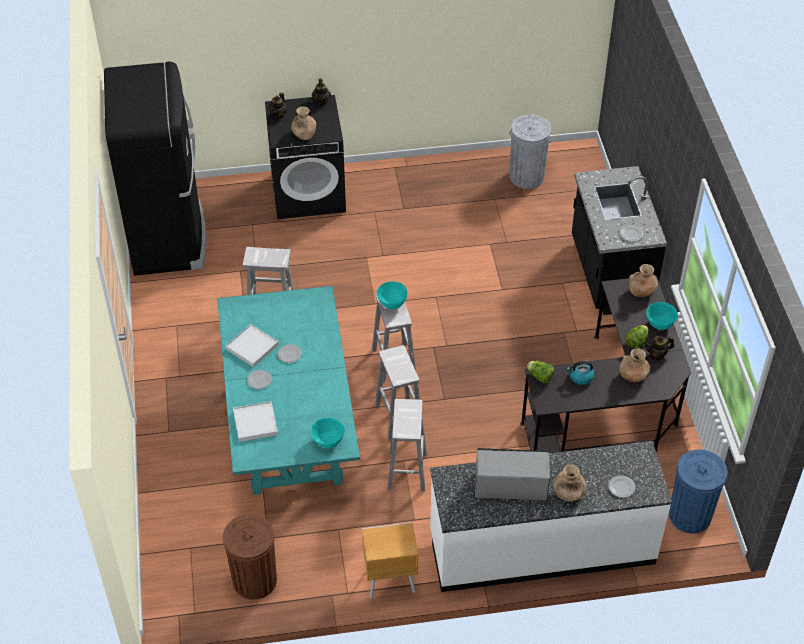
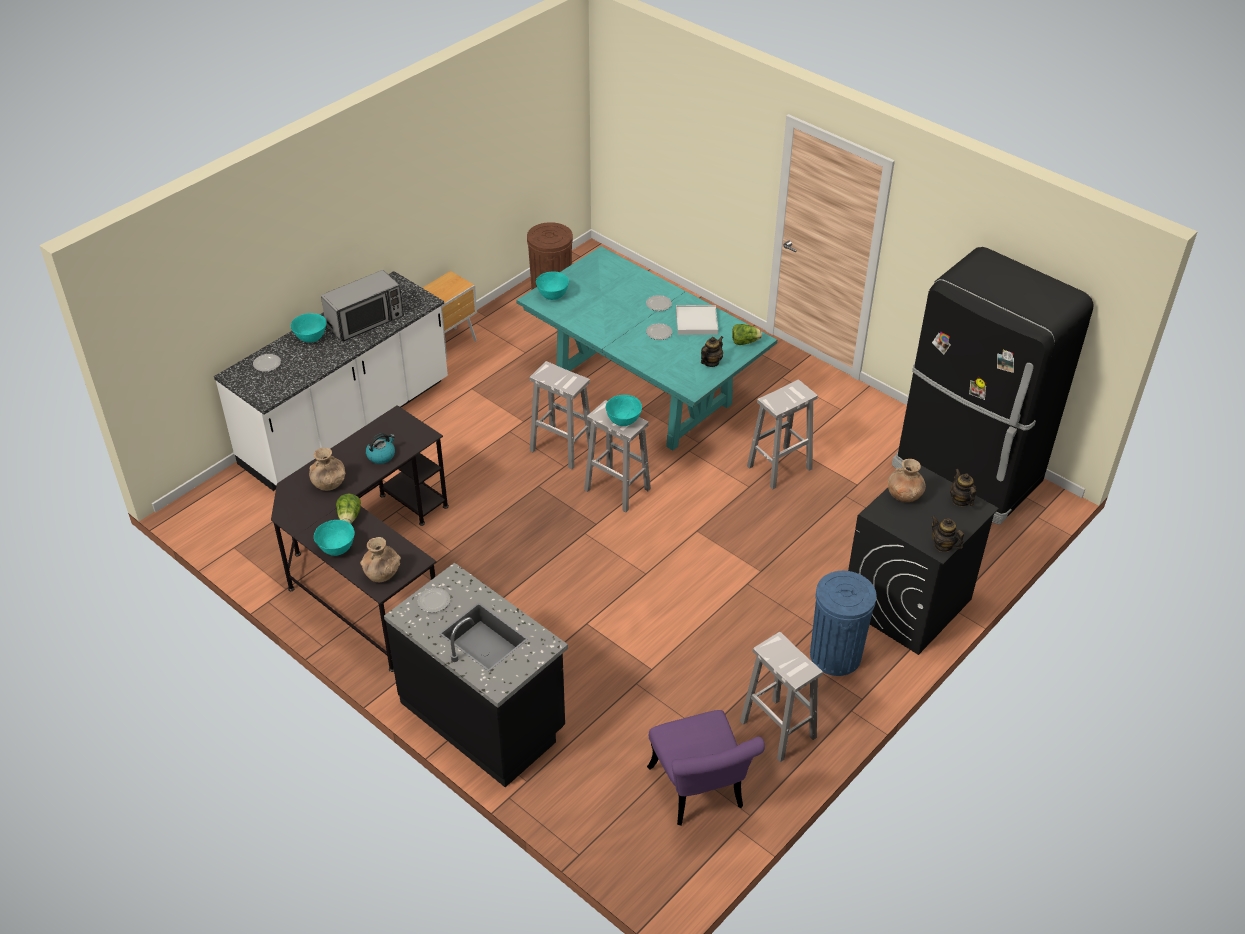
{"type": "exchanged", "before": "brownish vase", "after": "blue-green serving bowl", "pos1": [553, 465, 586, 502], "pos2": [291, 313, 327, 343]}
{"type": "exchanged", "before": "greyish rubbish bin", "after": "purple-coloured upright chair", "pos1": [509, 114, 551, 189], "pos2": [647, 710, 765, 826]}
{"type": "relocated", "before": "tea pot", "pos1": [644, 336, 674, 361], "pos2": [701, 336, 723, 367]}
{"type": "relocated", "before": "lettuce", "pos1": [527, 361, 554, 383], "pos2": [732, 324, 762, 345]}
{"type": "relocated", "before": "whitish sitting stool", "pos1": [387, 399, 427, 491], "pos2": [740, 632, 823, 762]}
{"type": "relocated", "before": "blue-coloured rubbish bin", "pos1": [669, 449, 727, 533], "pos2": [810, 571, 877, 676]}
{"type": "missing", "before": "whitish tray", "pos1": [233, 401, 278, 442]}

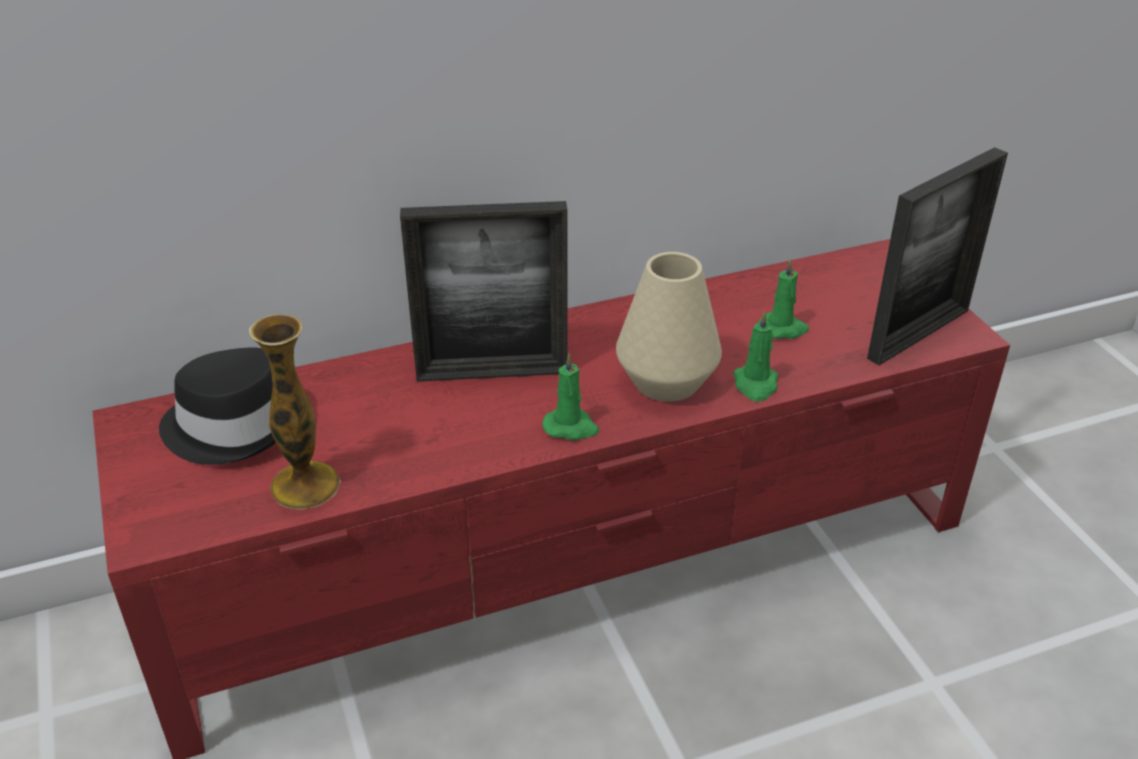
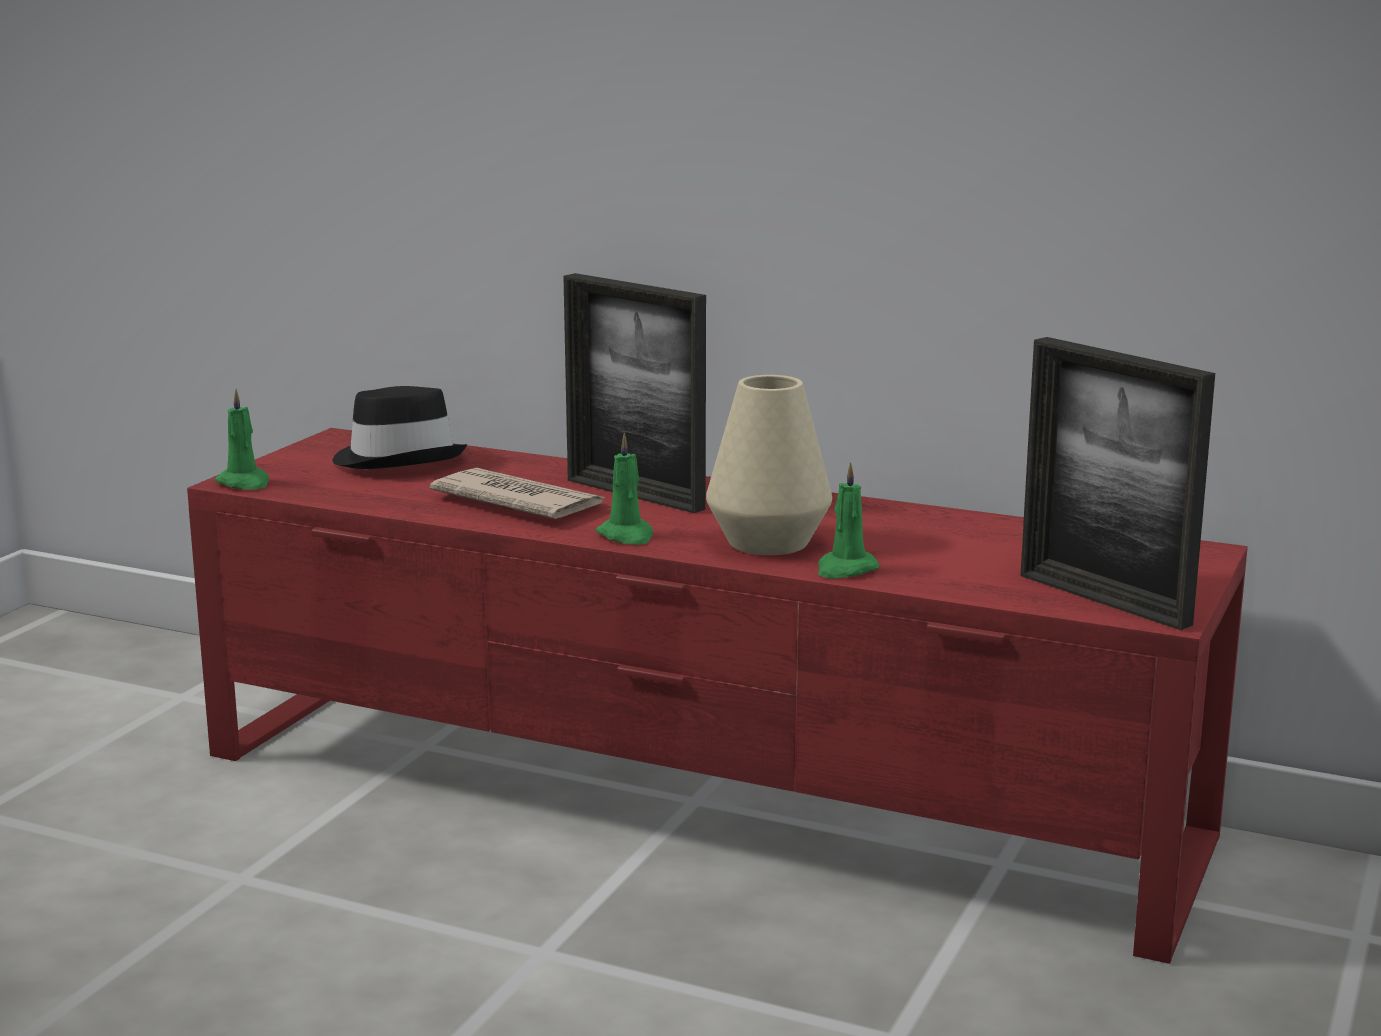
{"type": "relocated", "before": "green candle", "pos1": [758, 259, 809, 339], "pos2": [215, 389, 269, 490]}
{"type": "appeared", "after": "newspaper", "pos2": [430, 468, 605, 519]}
{"type": "spun", "before": "standing frame", "pos1": [867, 147, 1008, 365], "pos2": [1020, 337, 1215, 630], "turn": 45}
{"type": "missing", "before": "vase", "pos1": [249, 314, 341, 510]}

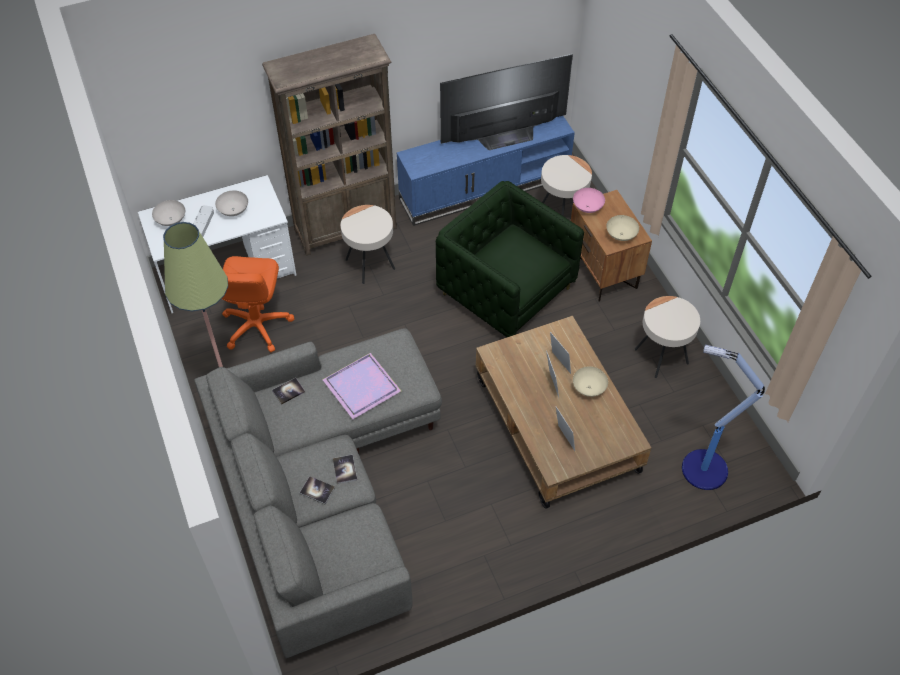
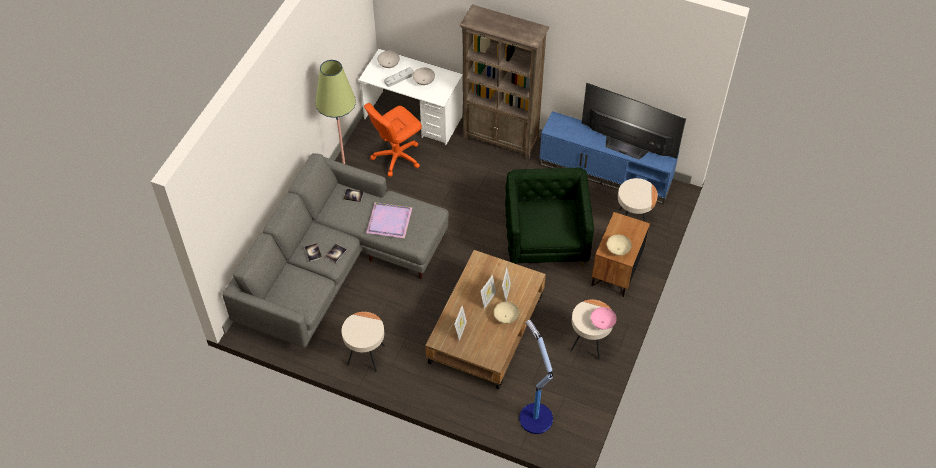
{"type": "relocated", "before": "sand-coloured accent table", "pos1": [341, 205, 395, 284], "pos2": [341, 312, 385, 371]}
{"type": "relocated", "before": "pinkish serving bowl", "pos1": [573, 188, 605, 213], "pos2": [591, 307, 617, 330]}

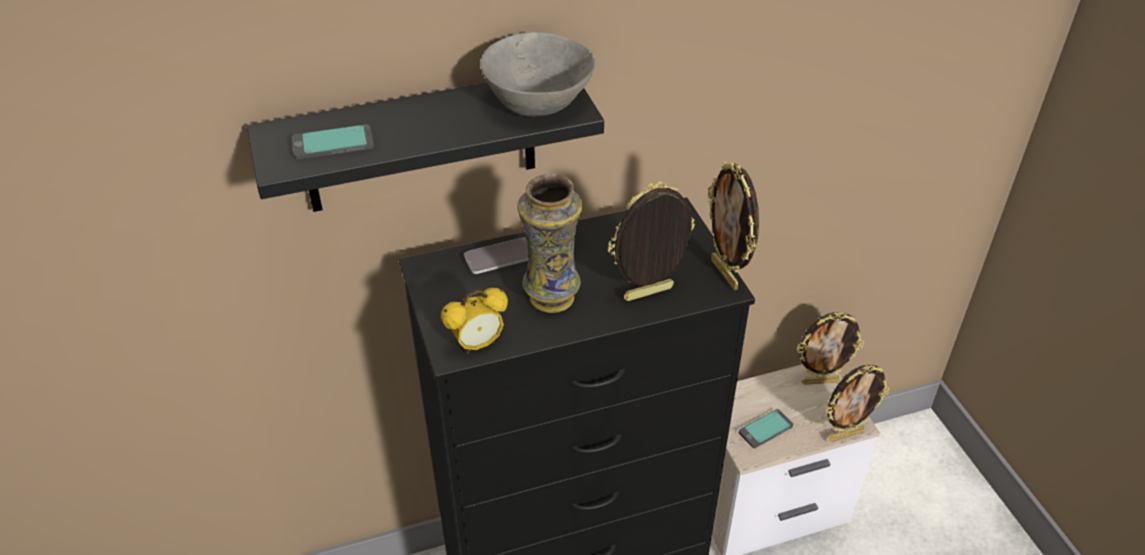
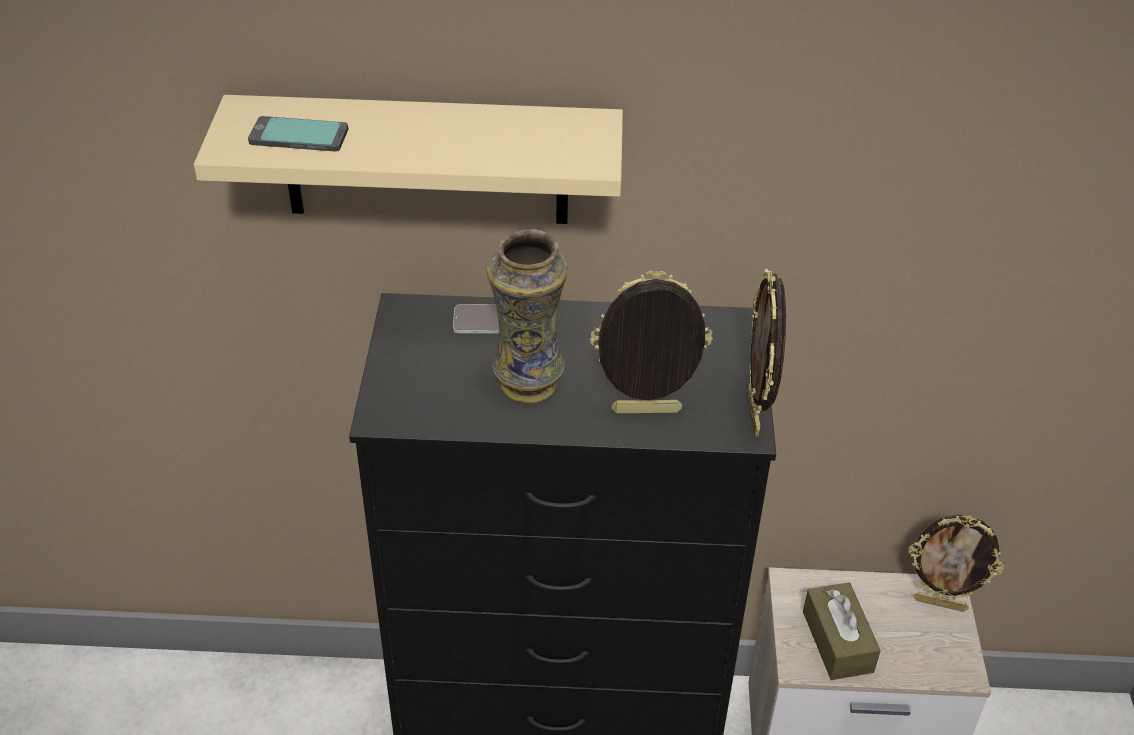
{"type": "colour", "before": "black bracket shelf", "after": "sand-coloured bracket shelf", "pos1": [247, 83, 604, 212], "pos2": [194, 95, 623, 224]}
{"type": "exchanged", "before": "telephone", "after": "brownish tissue holder", "pos1": [739, 409, 793, 448], "pos2": [803, 583, 881, 680]}
{"type": "missing", "before": "table clock", "pos1": [441, 288, 508, 354]}
{"type": "missing", "before": "greyish serving bowl", "pos1": [481, 32, 595, 117]}
{"type": "missing", "before": "standing frame", "pos1": [826, 365, 889, 442]}

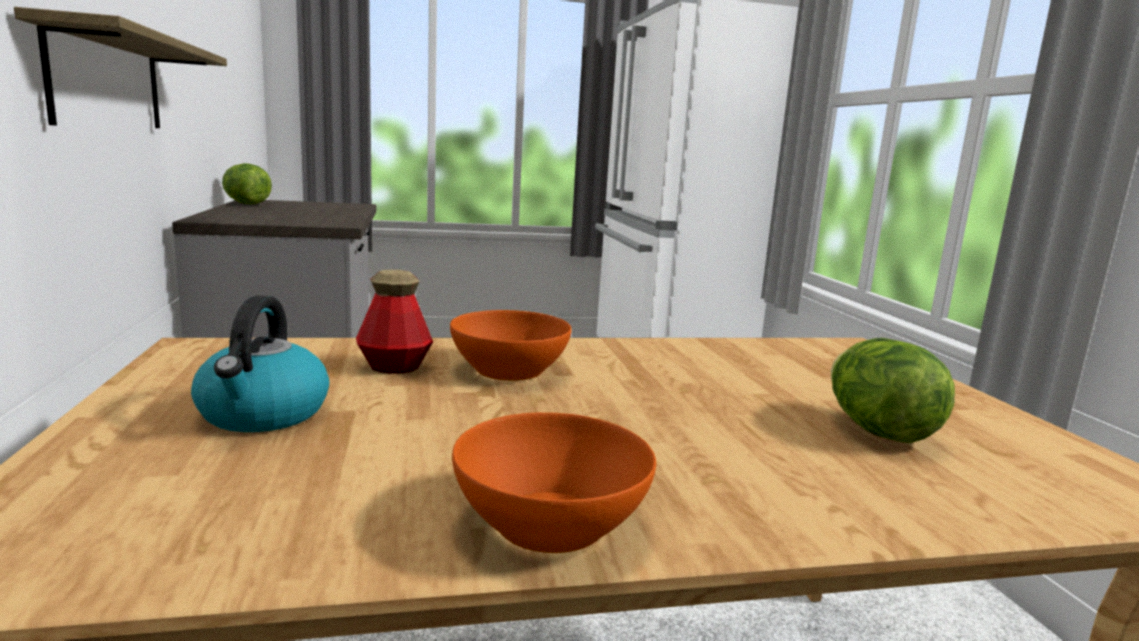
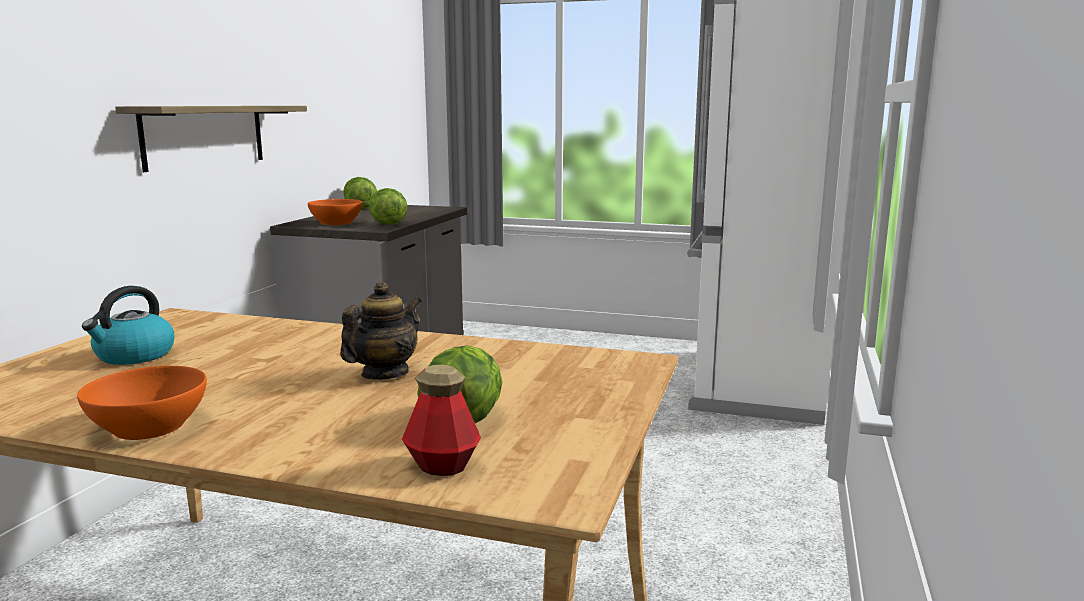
{"type": "relocated", "before": "orange-coloured serving bowl", "pos1": [450, 310, 572, 381], "pos2": [308, 199, 362, 225]}
{"type": "appeared", "after": "tea pot", "pos2": [340, 281, 421, 380]}
{"type": "appeared", "after": "lettuce", "pos2": [369, 188, 408, 225]}
{"type": "relocated", "before": "bottle", "pos1": [356, 270, 433, 374], "pos2": [402, 365, 481, 476]}

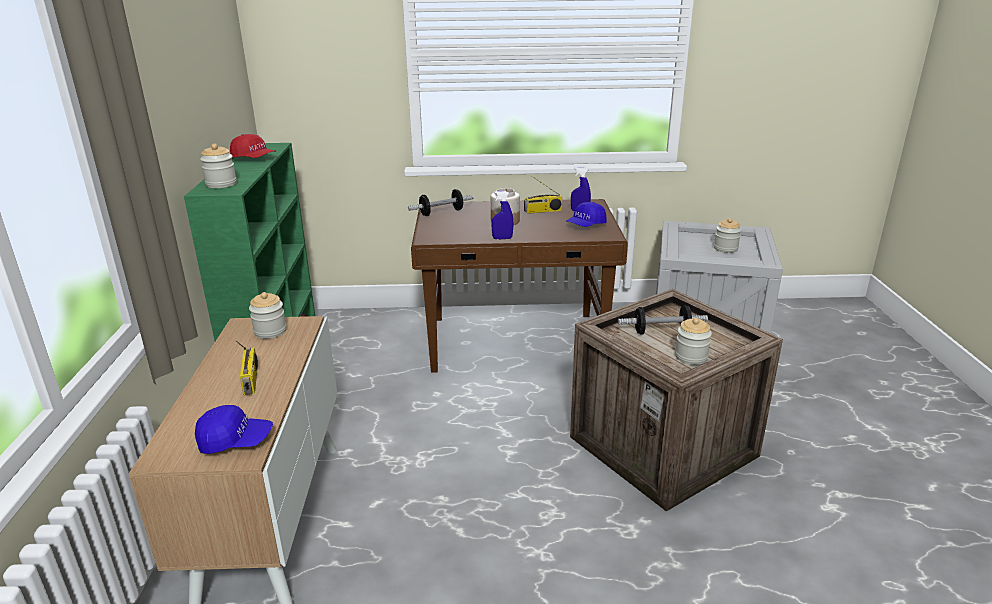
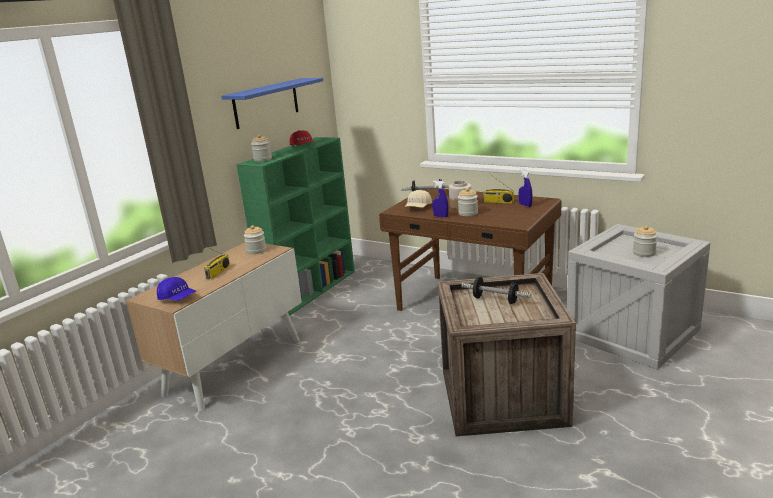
{"type": "appeared", "after": "blue-coloured bracket shelf", "pos2": [221, 78, 323, 129]}
{"type": "appeared", "after": "sand-coloured peaked cap", "pos2": [405, 190, 432, 208]}
{"type": "relocated", "before": "preserve jar", "pos1": [675, 318, 712, 365], "pos2": [458, 188, 478, 216]}
{"type": "missing", "before": "blue-coloured peaked cap", "pos1": [566, 202, 606, 227]}

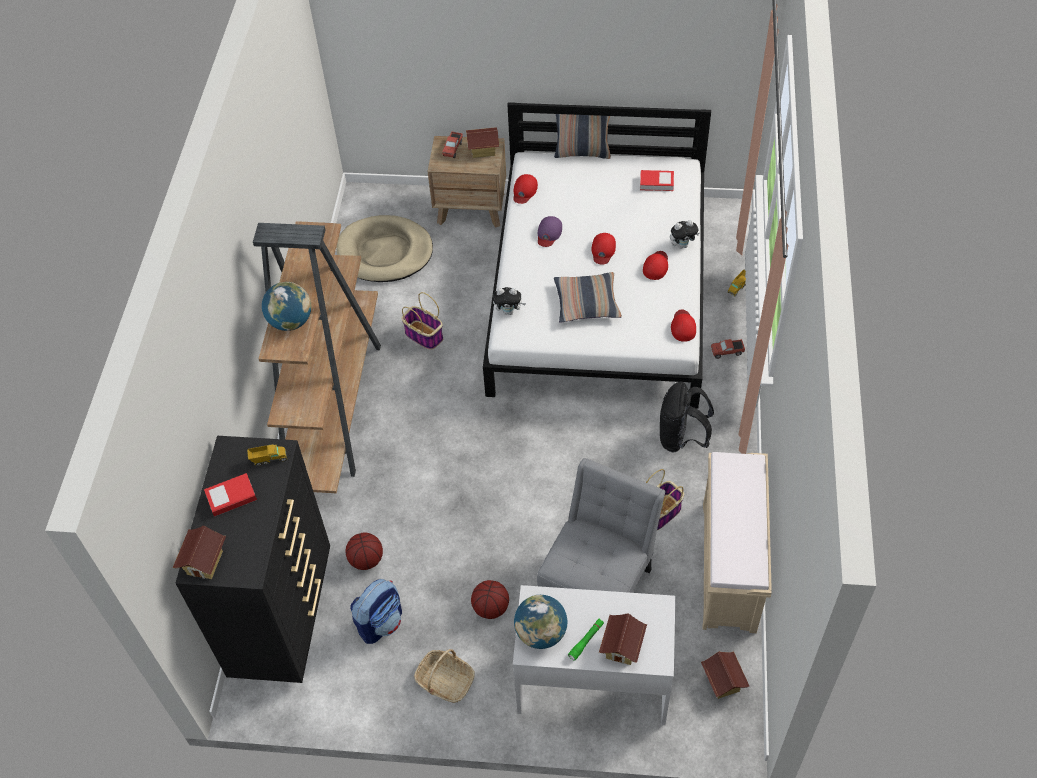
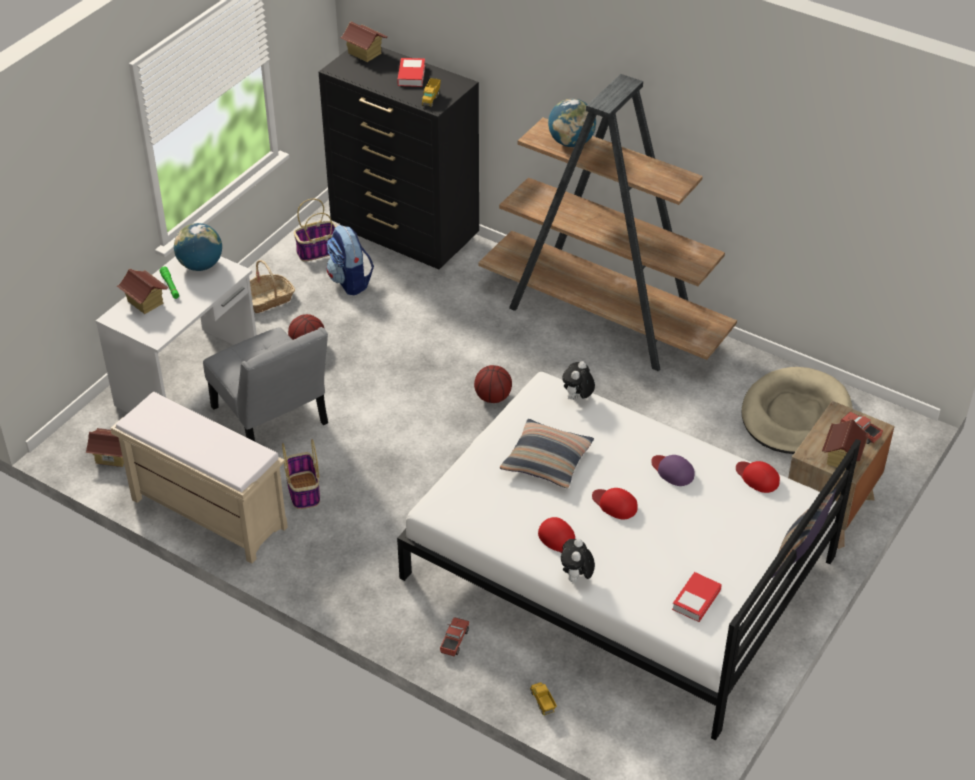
{"type": "relocated", "before": "basket", "pos1": [401, 292, 443, 350], "pos2": [294, 199, 337, 262]}
{"type": "relocated", "before": "ball for basketball", "pos1": [345, 533, 383, 570], "pos2": [474, 365, 512, 403]}
{"type": "missing", "before": "black knapsack", "pos1": [660, 381, 714, 453]}
{"type": "missing", "before": "red peaked cap", "pos1": [671, 309, 696, 342]}

